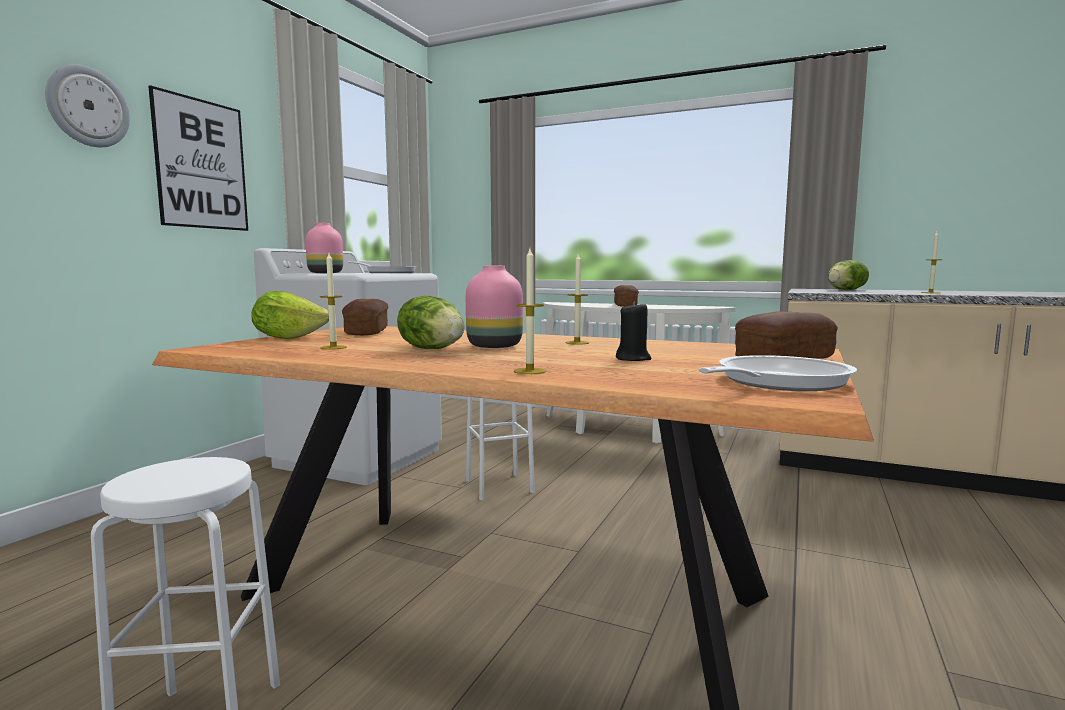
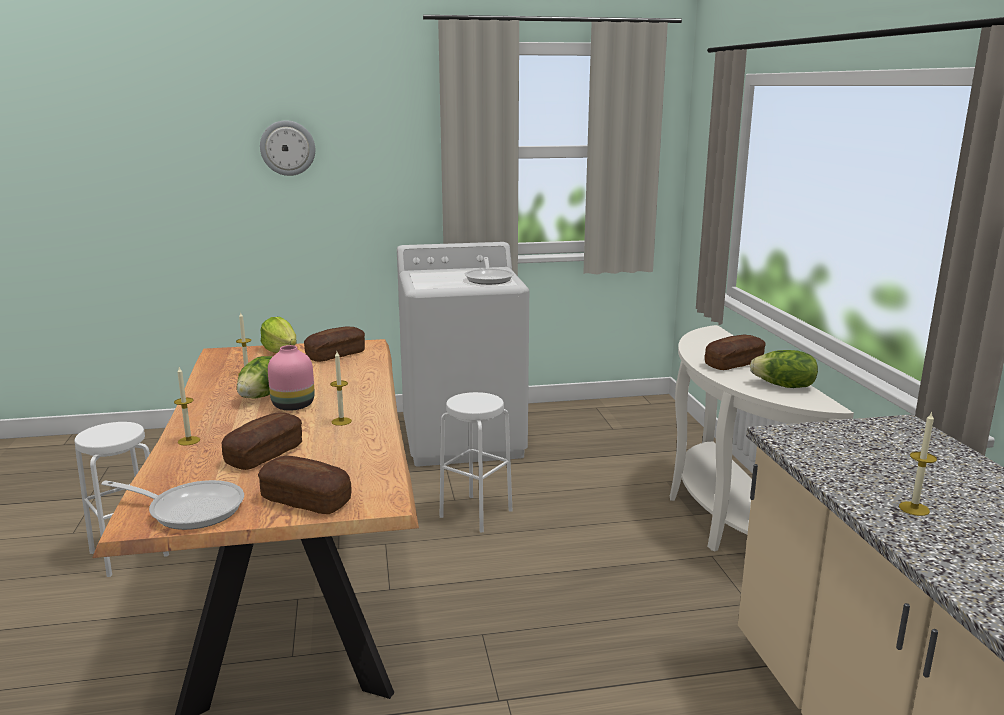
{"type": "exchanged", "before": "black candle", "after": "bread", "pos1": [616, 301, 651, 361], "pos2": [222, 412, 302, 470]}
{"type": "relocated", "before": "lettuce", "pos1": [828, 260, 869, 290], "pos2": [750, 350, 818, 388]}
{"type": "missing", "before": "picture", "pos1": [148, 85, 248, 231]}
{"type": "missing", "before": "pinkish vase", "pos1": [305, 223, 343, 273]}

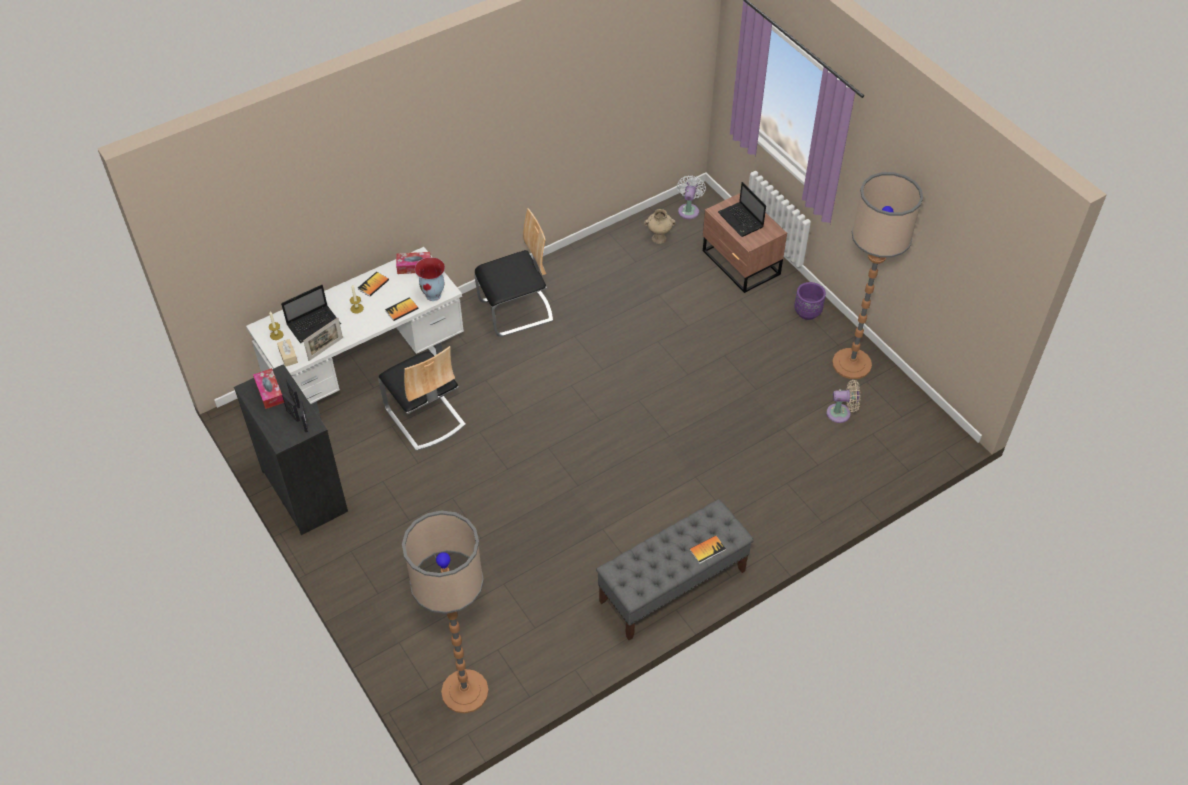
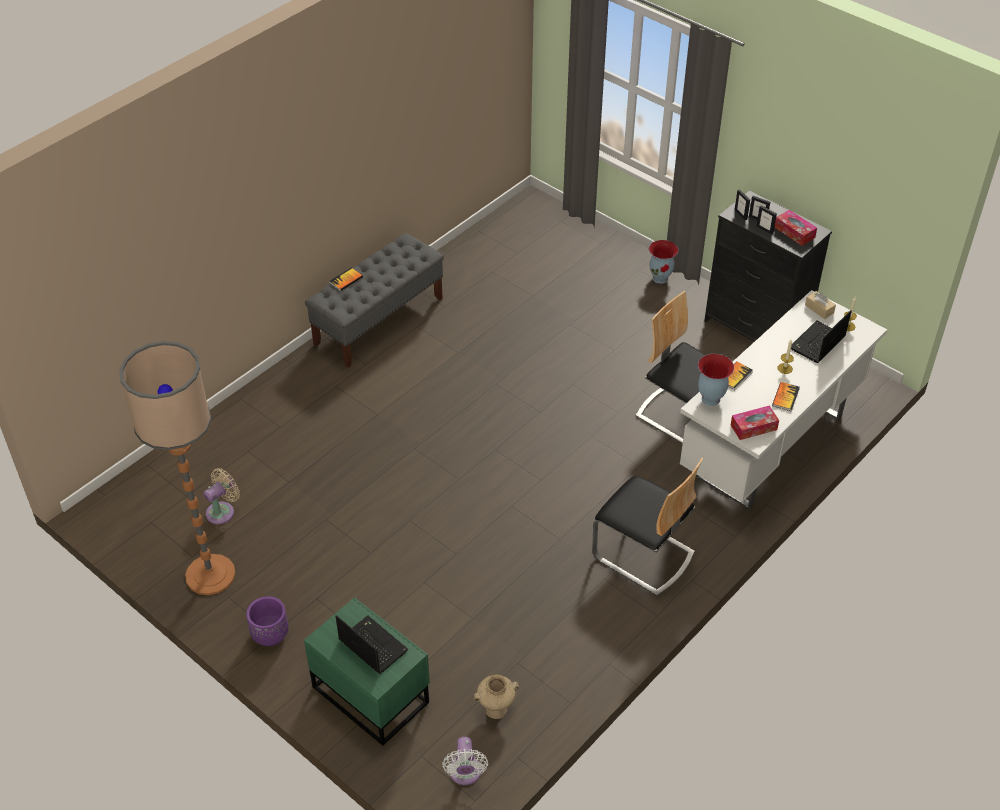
{"type": "spun", "before": "sand-coloured electric fan", "pos1": [826, 380, 860, 423], "pos2": [203, 468, 240, 524], "turn": 150}
{"type": "colour", "before": "brownish bedside table", "after": "green bedside table", "pos1": [703, 193, 787, 293], "pos2": [304, 597, 430, 746]}
{"type": "spun", "before": "upright chair", "pos1": [474, 208, 553, 337], "pos2": [592, 458, 703, 596], "turn": -105}
{"type": "appeared", "after": "vase", "pos2": [649, 240, 678, 284]}
{"type": "missing", "before": "standing frame", "pos1": [303, 317, 343, 361]}
{"type": "missing", "before": "floor lamp", "pos1": [402, 511, 489, 714]}

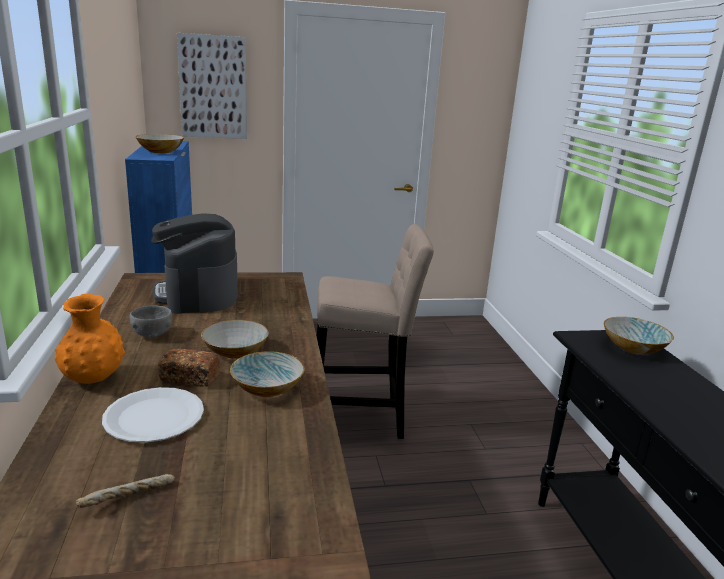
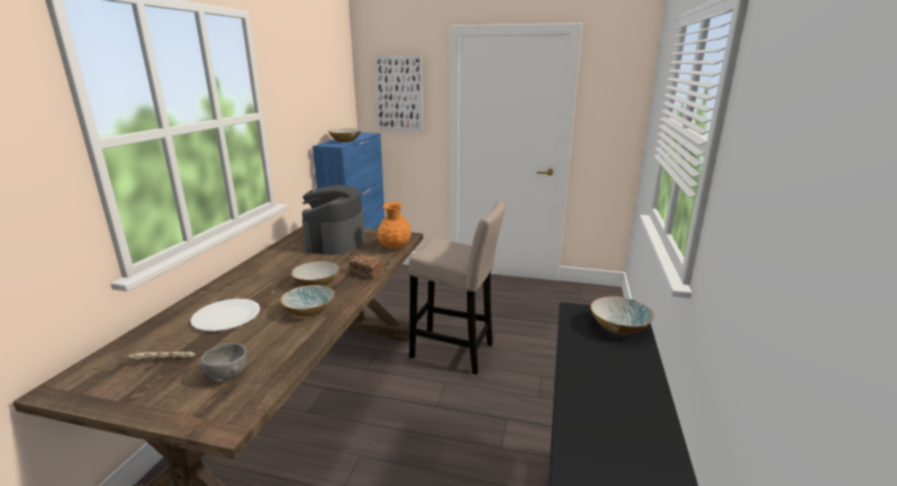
{"type": "relocated", "before": "greyish serving bowl", "pos1": [129, 306, 172, 338], "pos2": [199, 343, 248, 383]}
{"type": "relocated", "before": "bread", "pos1": [158, 348, 220, 387], "pos2": [349, 254, 384, 279]}
{"type": "relocated", "before": "orange-coloured vase", "pos1": [55, 294, 125, 384], "pos2": [377, 202, 411, 249]}

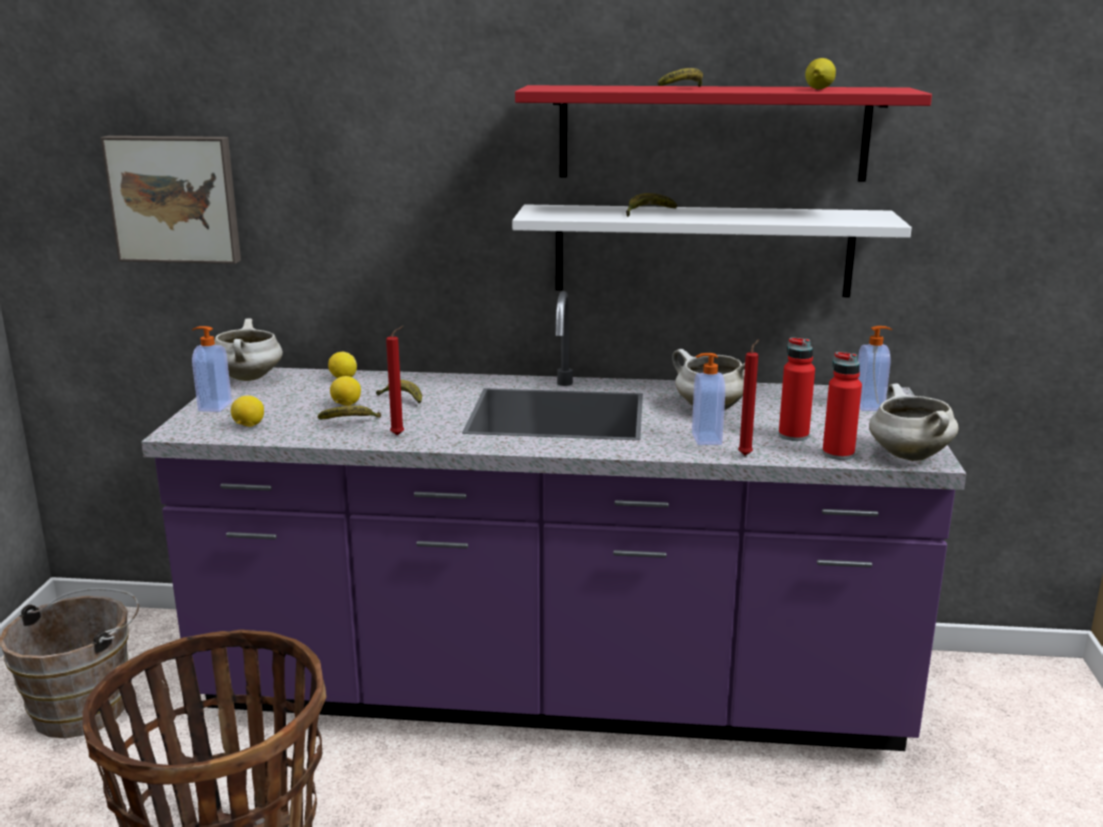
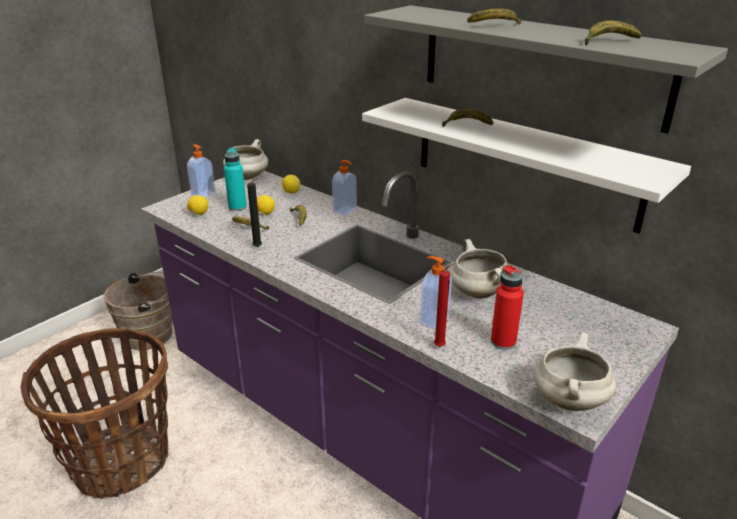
{"type": "appeared", "after": "blue-green bottle", "pos2": [224, 148, 247, 211]}
{"type": "colour", "before": "red candle", "after": "black candle", "pos1": [386, 326, 404, 436], "pos2": [247, 178, 262, 247]}
{"type": "relocated", "before": "soap bottle", "pos1": [858, 326, 892, 411], "pos2": [332, 160, 357, 216]}
{"type": "colour", "before": "red bracket shelf", "after": "greyish bracket shelf", "pos1": [515, 85, 932, 182], "pos2": [364, 5, 728, 134]}
{"type": "exchanged", "before": "whole lemon", "after": "whole banana", "pos1": [805, 58, 836, 89], "pos2": [585, 21, 642, 45]}
{"type": "missing", "before": "picture", "pos1": [101, 136, 241, 264]}
{"type": "missing", "before": "red bottle", "pos1": [822, 352, 862, 460]}

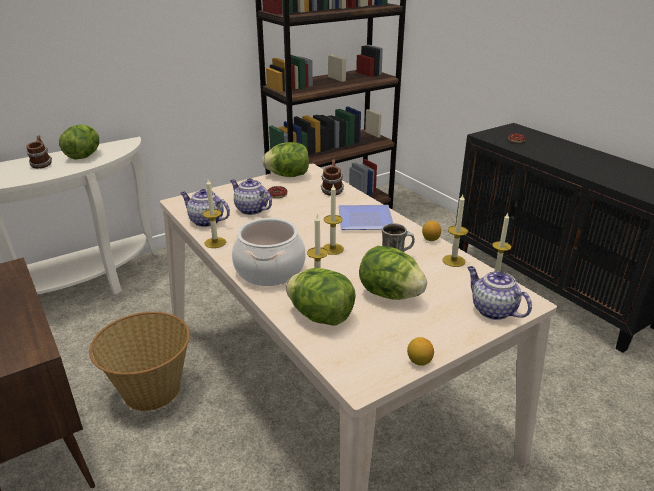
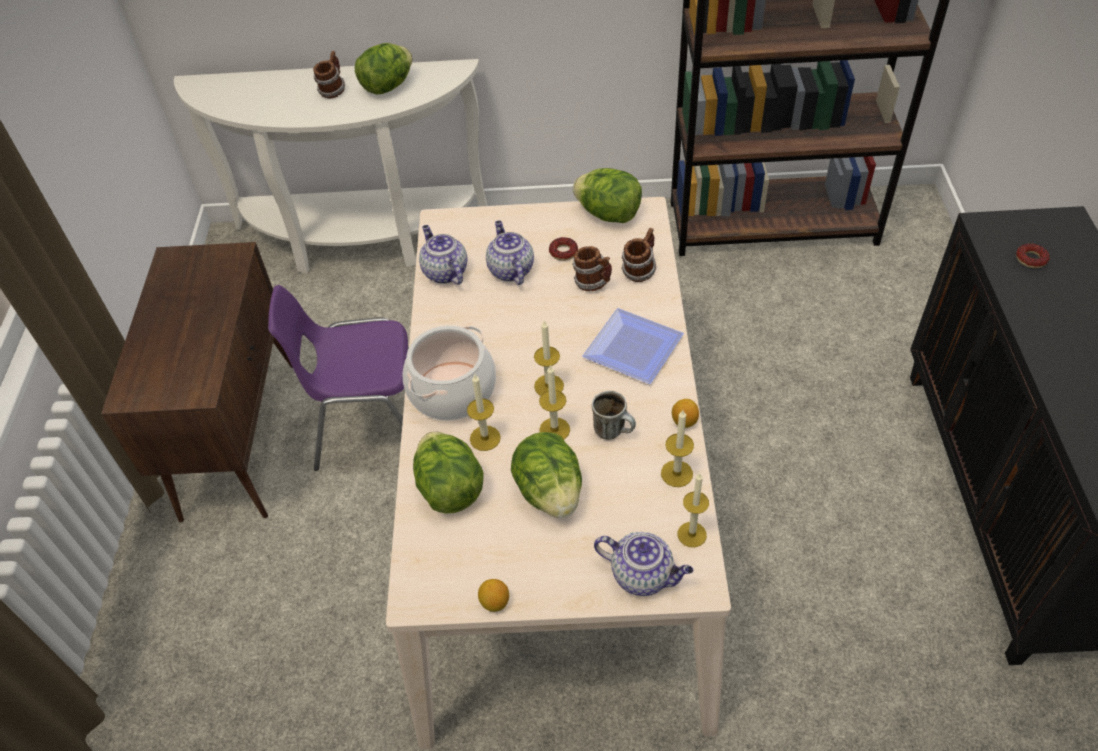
{"type": "exchanged", "before": "basket", "after": "purple-coloured upright chair", "pos1": [89, 312, 190, 411], "pos2": [268, 285, 409, 471]}
{"type": "relocated", "before": "candle", "pos1": [203, 179, 226, 248], "pos2": [539, 365, 570, 440]}
{"type": "appeared", "after": "mug", "pos2": [572, 246, 612, 291]}
{"type": "spun", "before": "tea pot", "pos1": [467, 266, 532, 320], "pos2": [594, 532, 693, 596], "turn": 120}

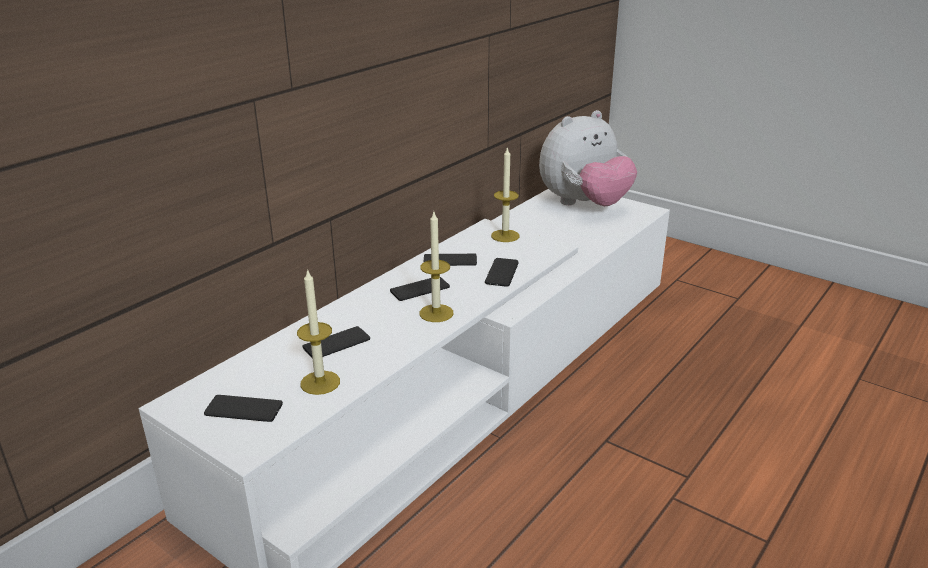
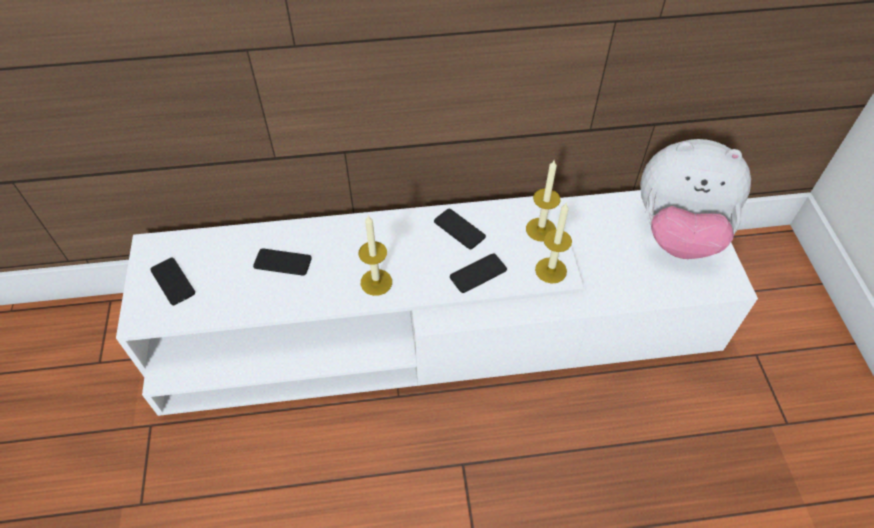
{"type": "relocated", "before": "candle", "pos1": [297, 269, 340, 395], "pos2": [535, 203, 572, 284]}
{"type": "missing", "before": "telephone", "pos1": [390, 277, 450, 301]}

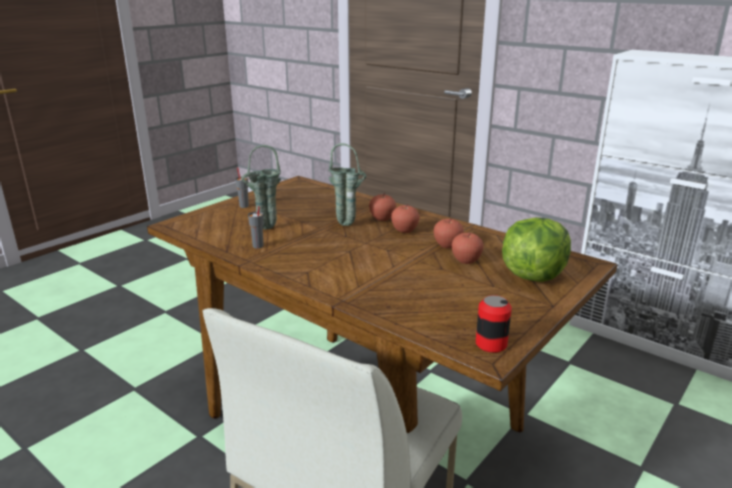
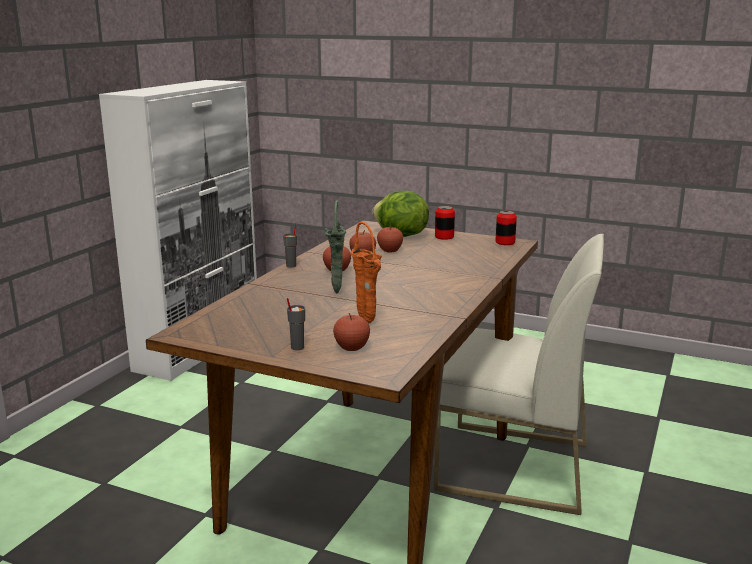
{"type": "relocated", "before": "greyish drinking cup", "pos1": [248, 206, 264, 249], "pos2": [283, 223, 297, 268]}
{"type": "relocated", "before": "apple", "pos1": [369, 193, 396, 221], "pos2": [333, 313, 370, 351]}
{"type": "colour", "before": "green vase", "after": "orange-coloured vase", "pos1": [241, 145, 281, 230], "pos2": [351, 221, 382, 323]}
{"type": "appeared", "after": "can", "pos2": [435, 206, 455, 240]}

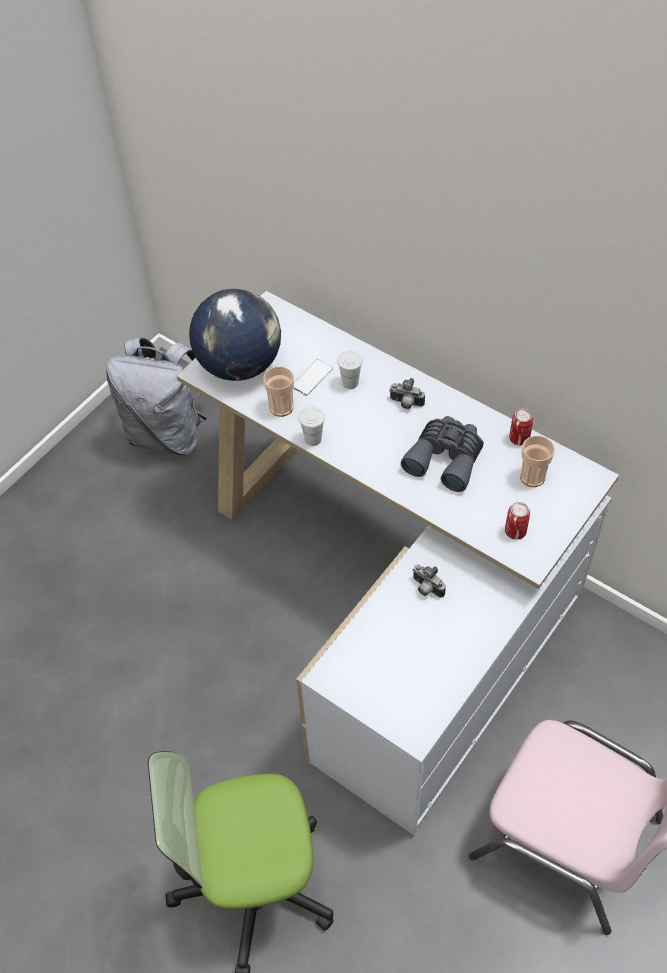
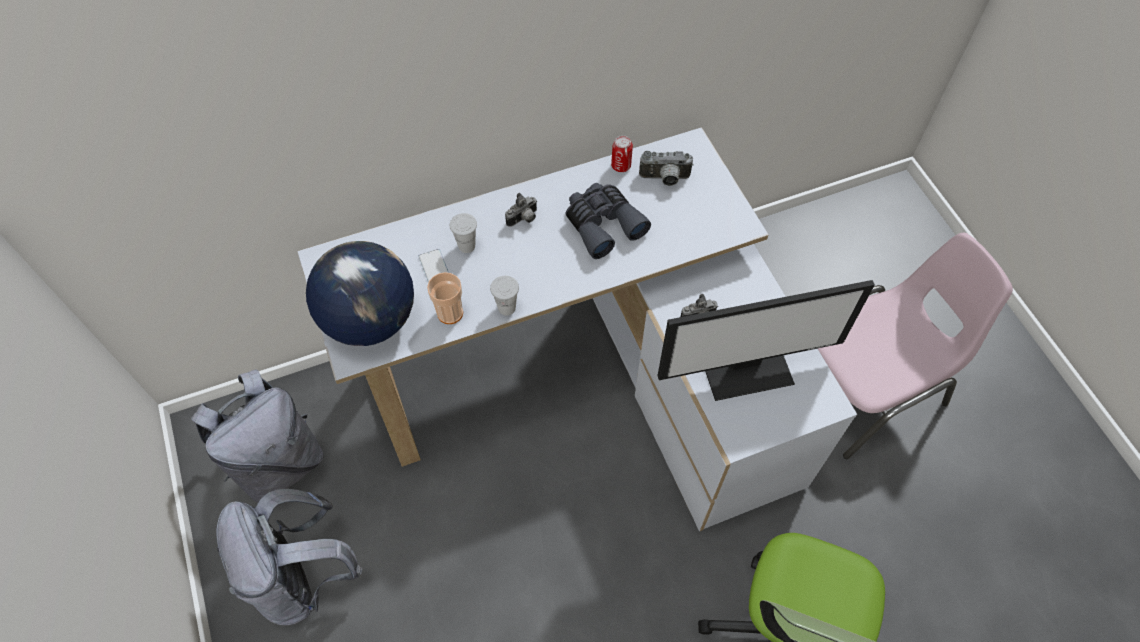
{"type": "appeared", "after": "greyish knapsack", "pos2": [216, 489, 362, 625]}
{"type": "exchanged", "before": "drinking cup", "after": "still camera", "pos1": [520, 436, 555, 487], "pos2": [639, 151, 694, 186]}
{"type": "appeared", "after": "computer display", "pos2": [657, 280, 875, 401]}
{"type": "missing", "before": "can", "pos1": [505, 502, 530, 540]}

